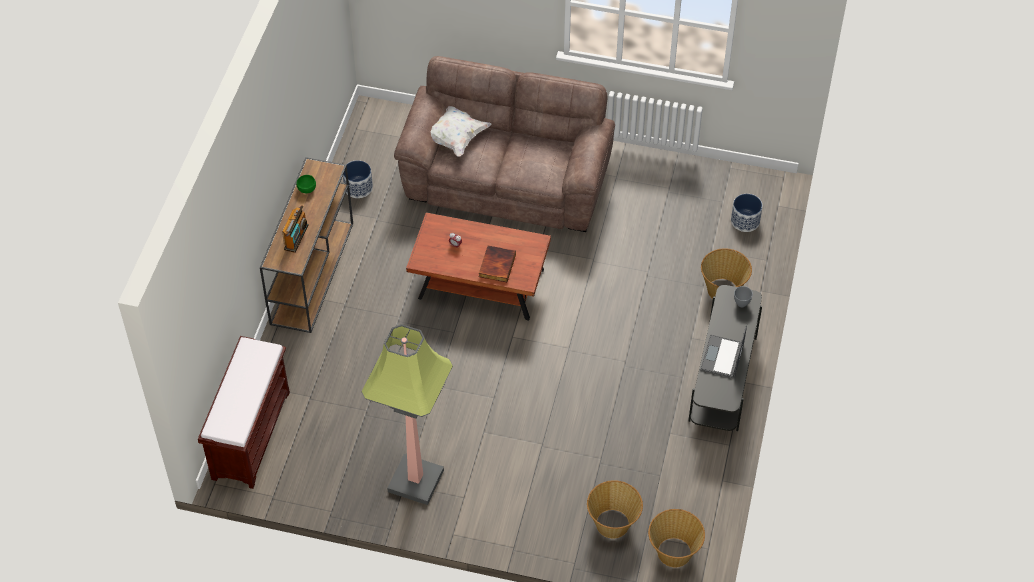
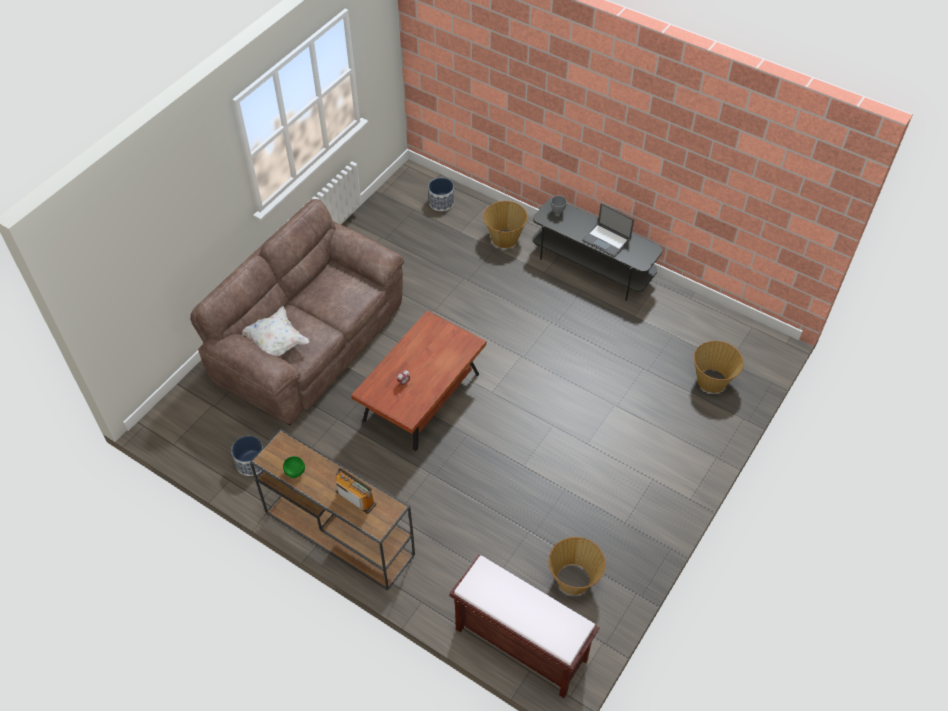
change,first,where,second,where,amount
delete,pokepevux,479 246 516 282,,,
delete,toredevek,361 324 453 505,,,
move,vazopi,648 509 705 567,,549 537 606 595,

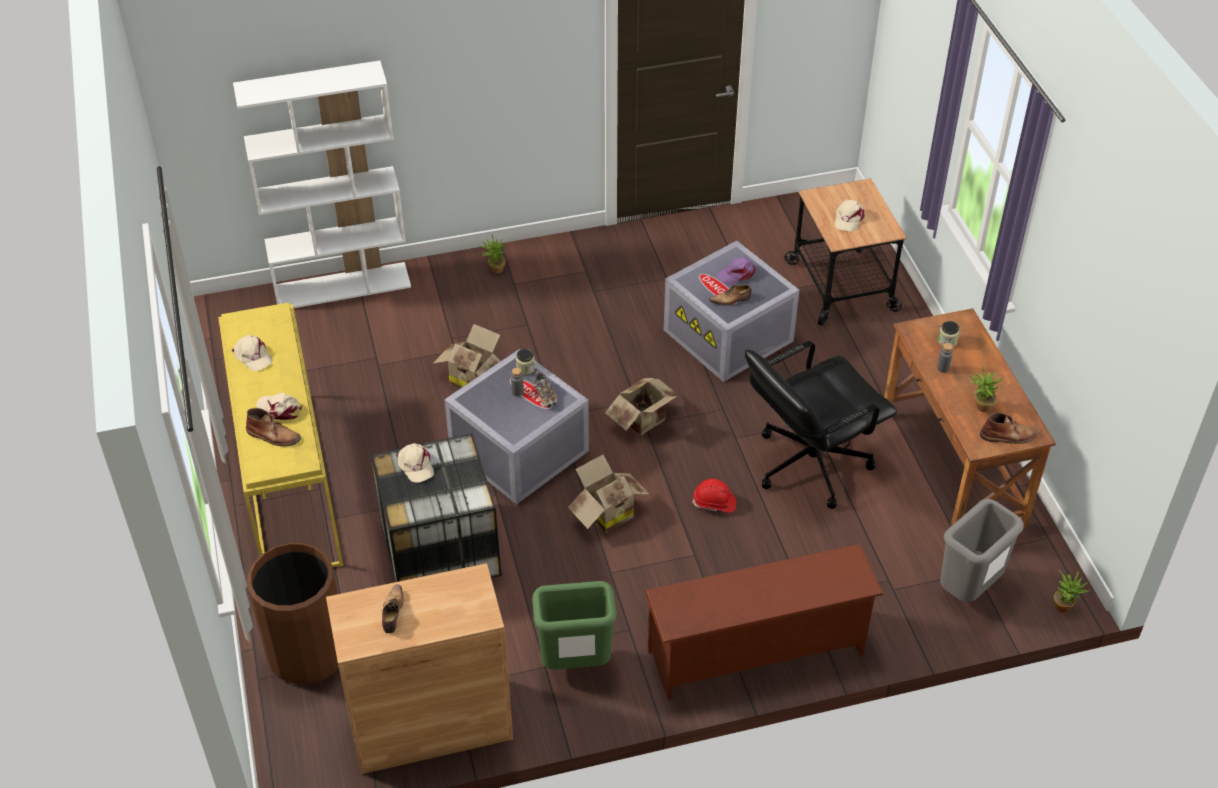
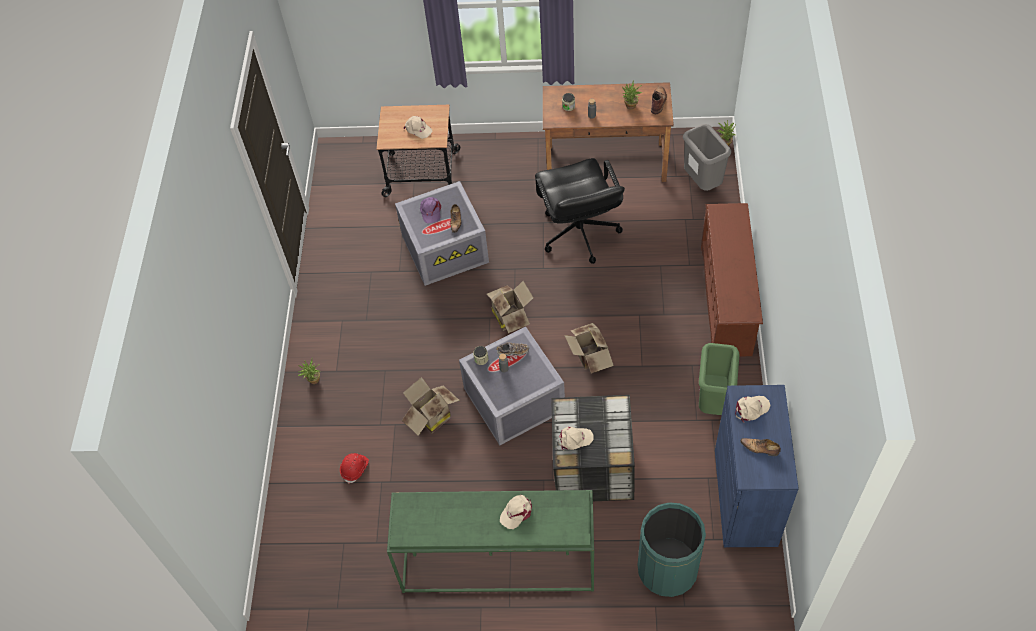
change,first,where,second,where,amount
delete,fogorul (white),233 61 411 308,,,
recolor,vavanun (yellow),218 302 343 567,vavanun (green),387 490 594 593,
move,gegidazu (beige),232 335 273 371,,735 396 771 423,
delete,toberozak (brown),246 408 301 446,,,
move,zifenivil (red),692 479 736 513,,340 453 369 484,
recolor,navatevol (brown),248 543 339 684,navatevol (green),638 502 706 597,
recolor,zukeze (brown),326 563 513 774,zukeze (blue),715 385 799 547,

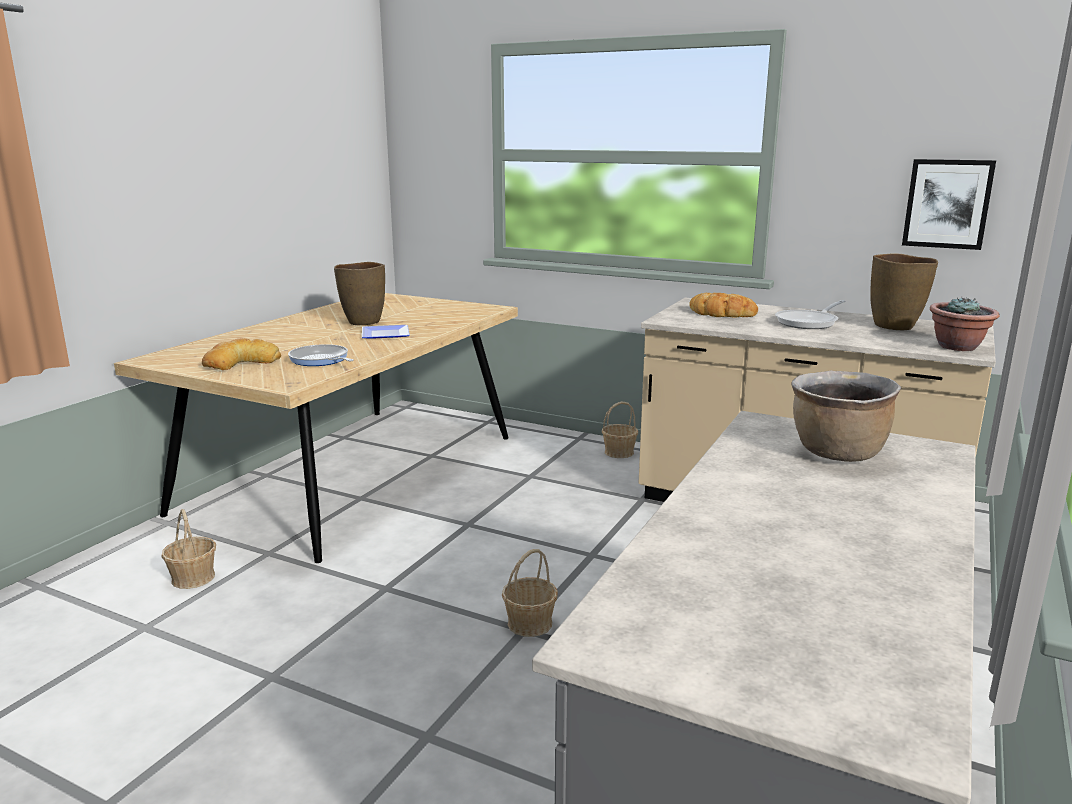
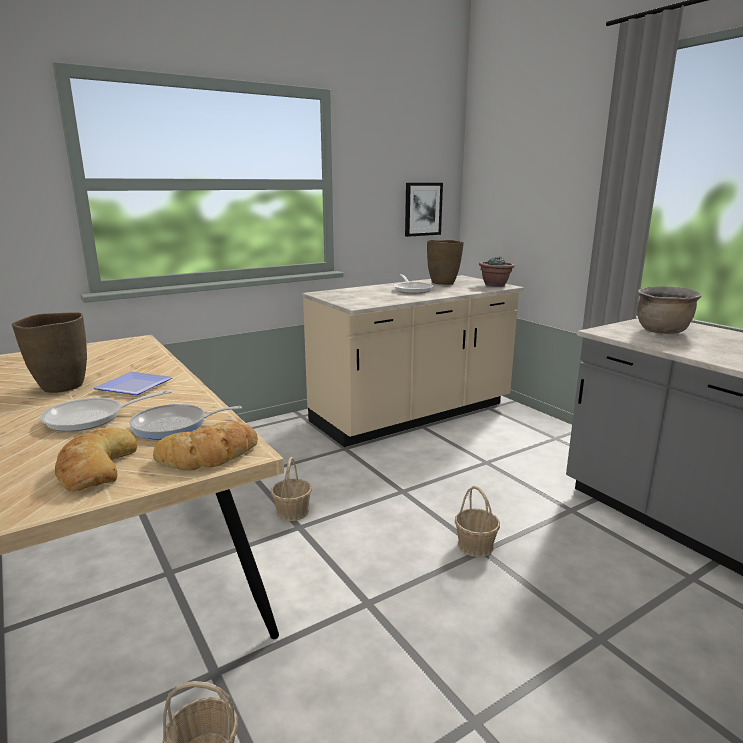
change,first,where,second,where,amount
move,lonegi,689 292 758 318,,153 421 258 470,
move,vazopi,602 402 638 458,,271 457 312 521,
insert,,,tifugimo,40 390 172 432,

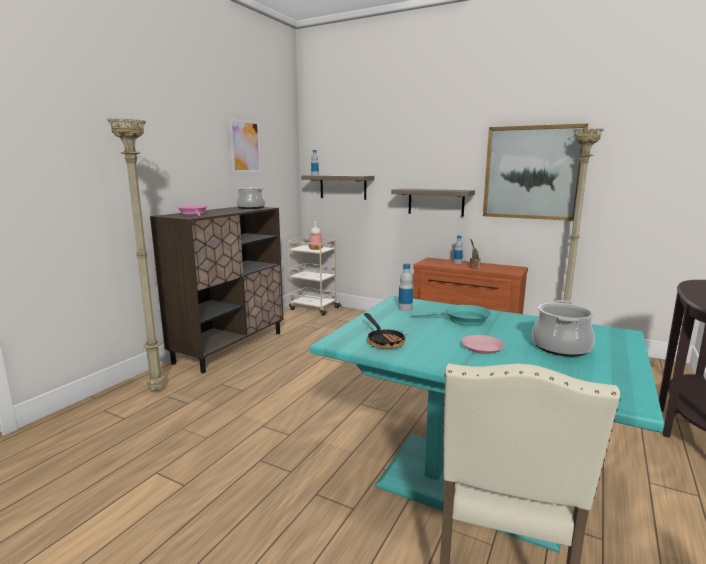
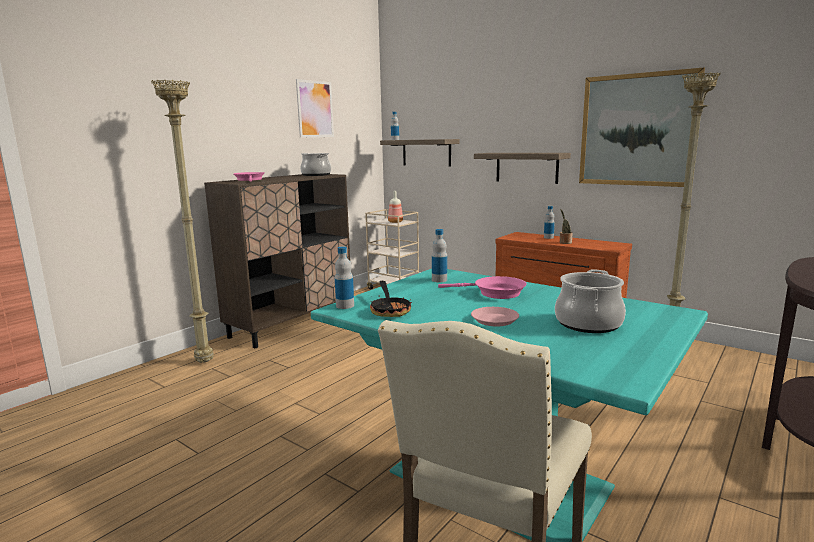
change,first,where,second,where,amount
recolor,tifugimo (turquoise),411 305 491 326,tifugimo (pink),438 276 527 299,
insert,,,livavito,335 246 354 309,

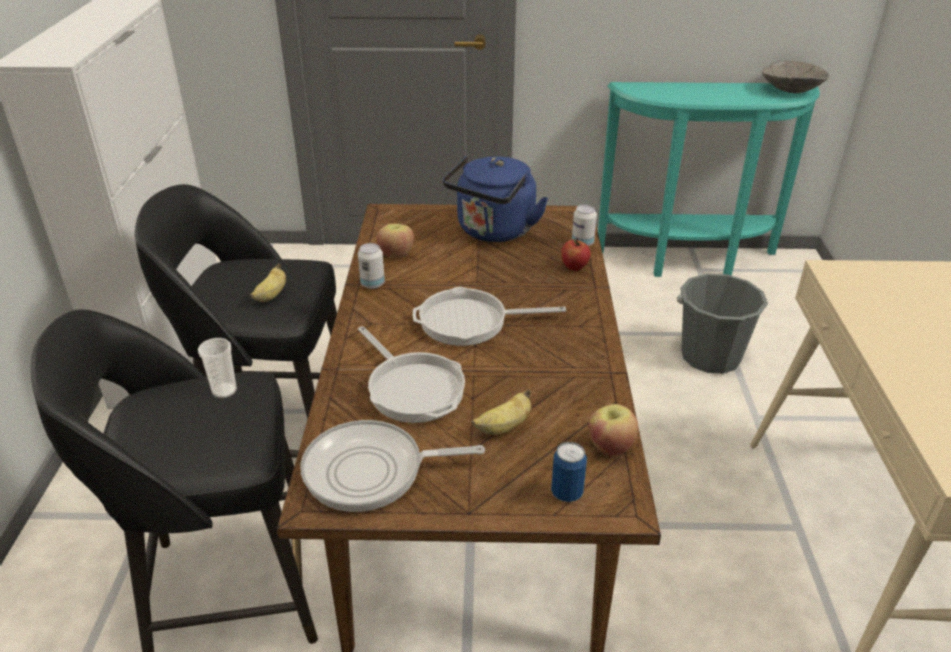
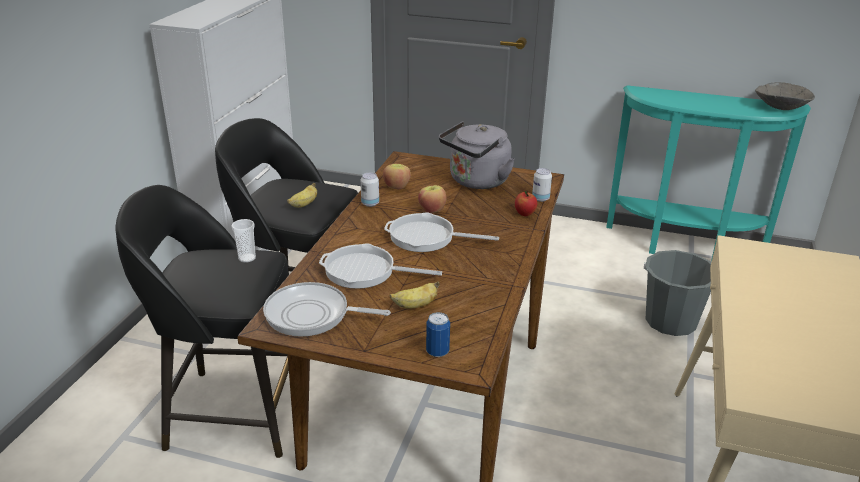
change,first,where,second,where,amount
recolor,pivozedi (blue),443 156 548 242,pivozedi (grey),439 121 515 189,
rotate,tifugimo,358 326 465 423,,319 243 442 289,120 degrees clockwise
move,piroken,589 404 639 456,,418 185 446 213,

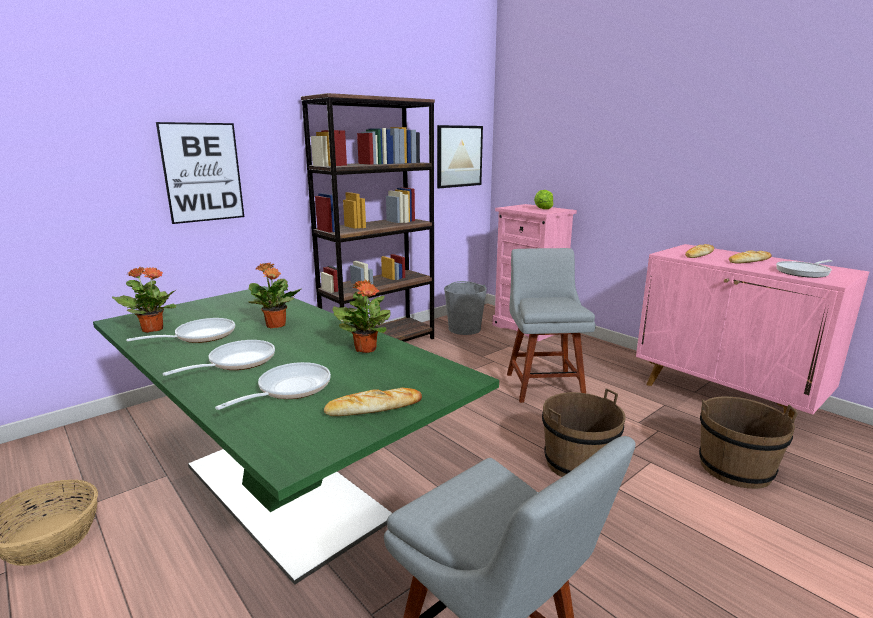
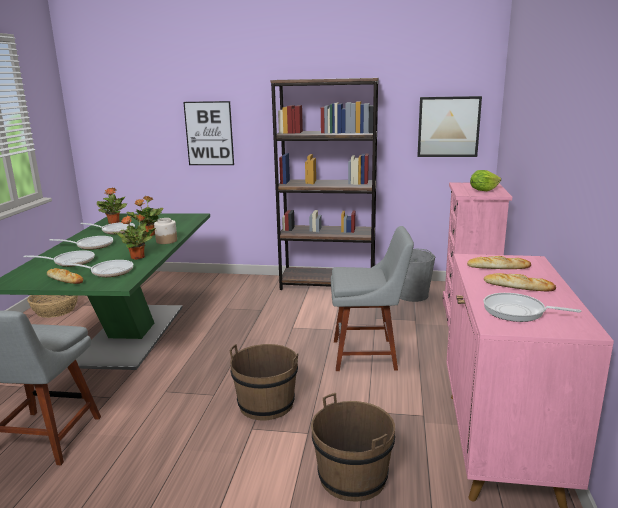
change,first,where,second,where,amount
rotate,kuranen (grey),507 248 596 403,,331 226 414 371,45 degrees clockwise
insert,,,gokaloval,154 218 177 244,
insert,,,tifugimo,62 260 133 277,

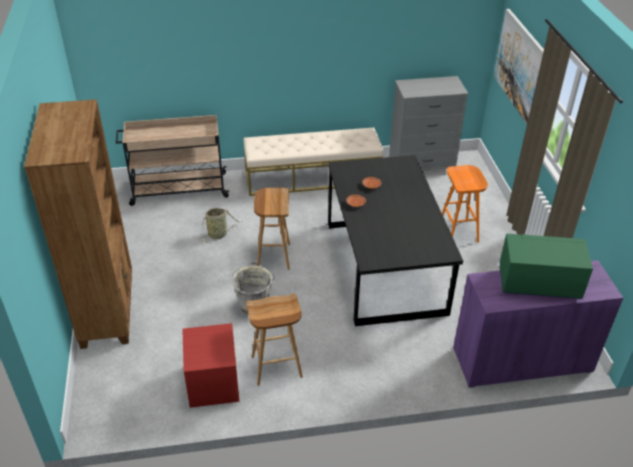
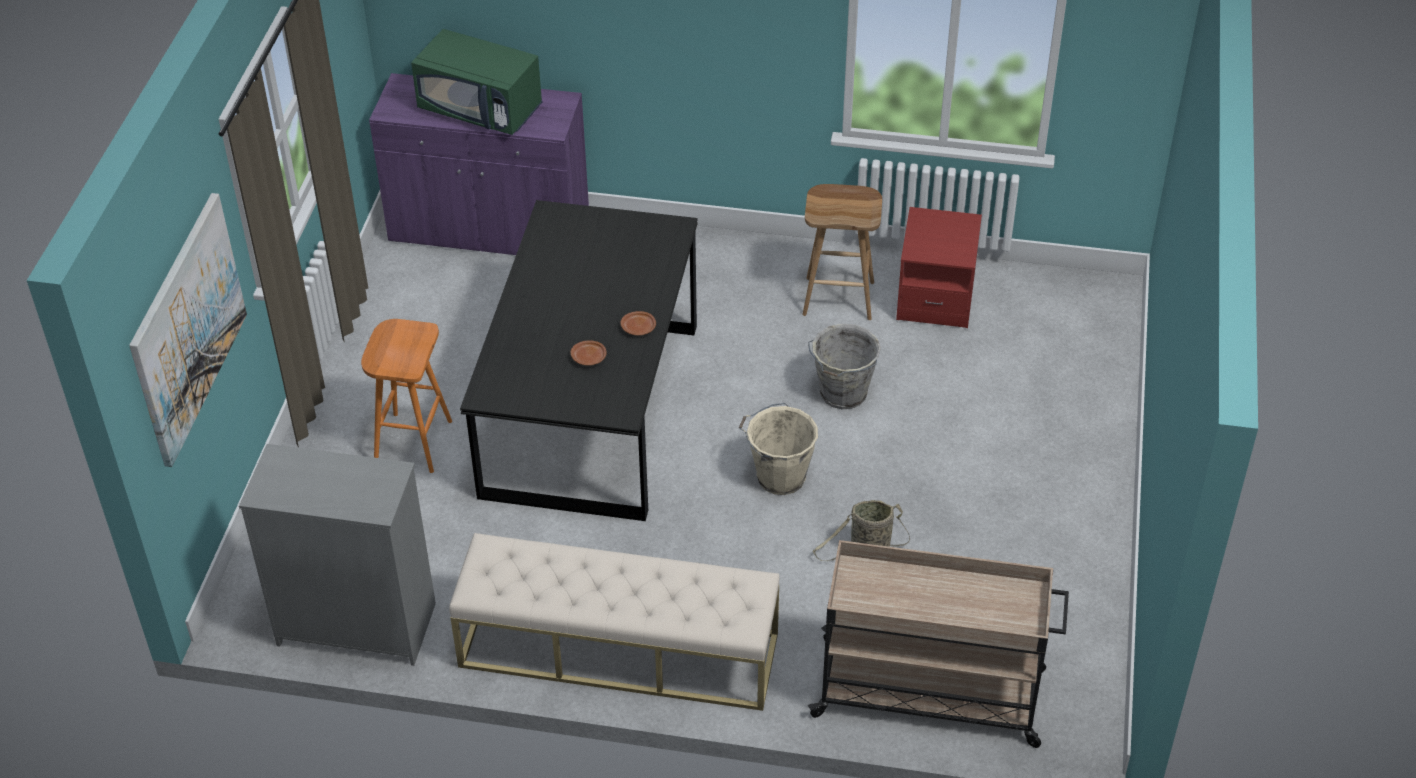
change,first,where,second,where,amount
delete,fogorul (brown),24 99 132 349,,,
replace,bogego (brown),254 188 290 270,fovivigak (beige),739 403 818 495,

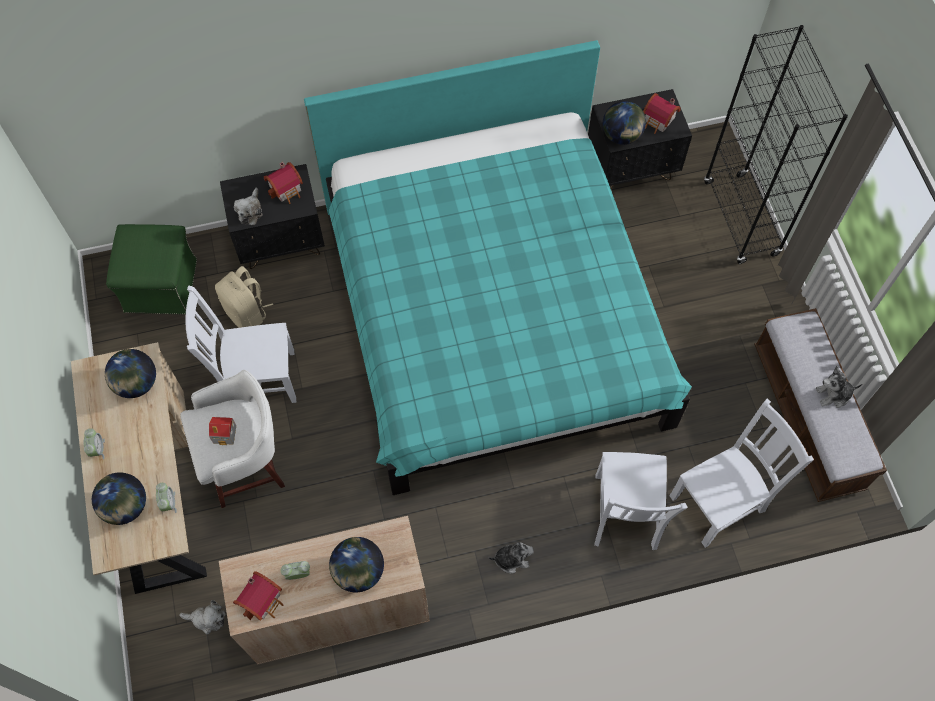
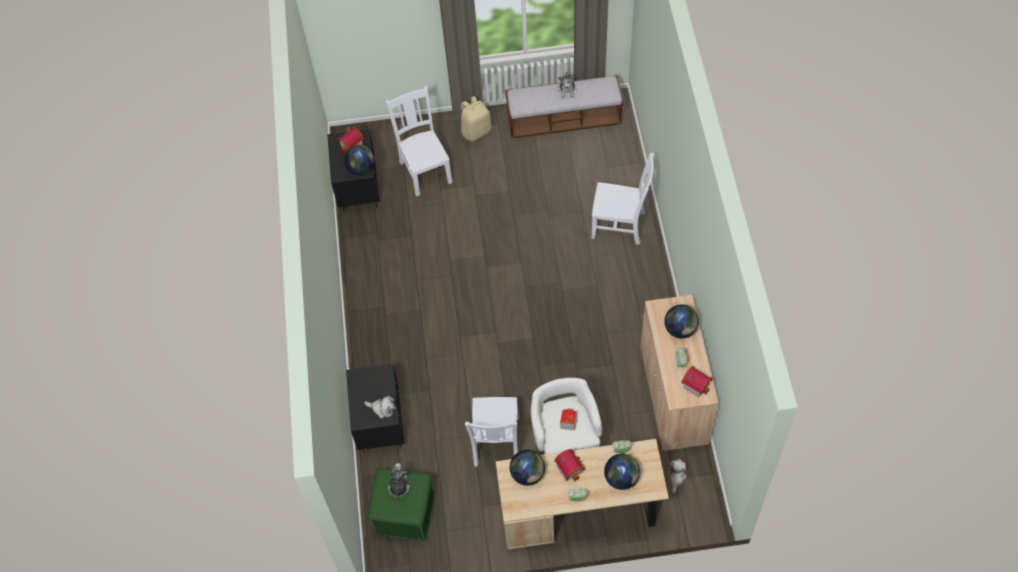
change,first,where,second,where,amount
delete,fogorul (black),704 25 848 264,,,
delete,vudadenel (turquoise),304 40 692 495,,,
move,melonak,264 162 303 204,,554 449 585 481,
move,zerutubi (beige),215 266 273 328,,461 96 492 141,
move,kuranen (white),669 399 814 548,,385 86 453 196,
move,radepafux,488 542 534 573,,388 463 410 499,

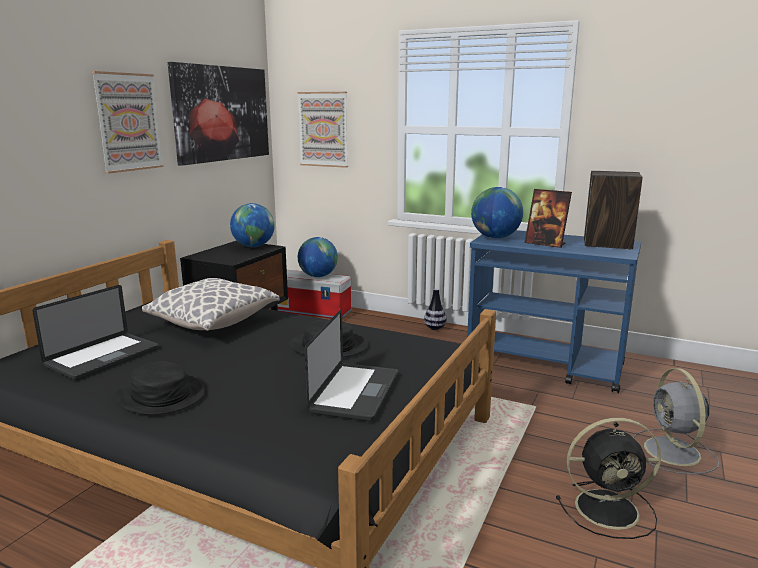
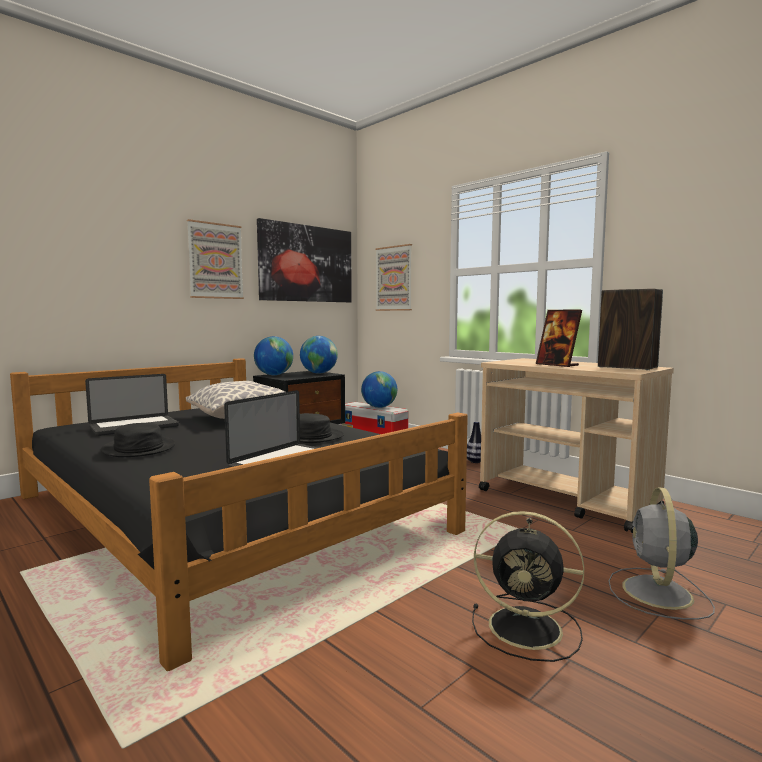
change,first,where,second,where,amount
move,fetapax,471 187 523 239,,254 336 293 375,
recolor,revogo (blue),467 230 641 393,revogo (beige),479 358 674 533,

